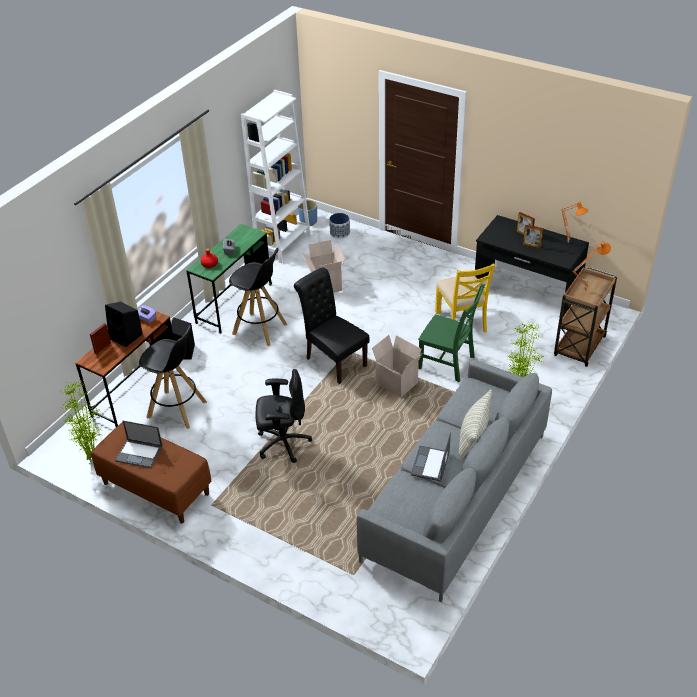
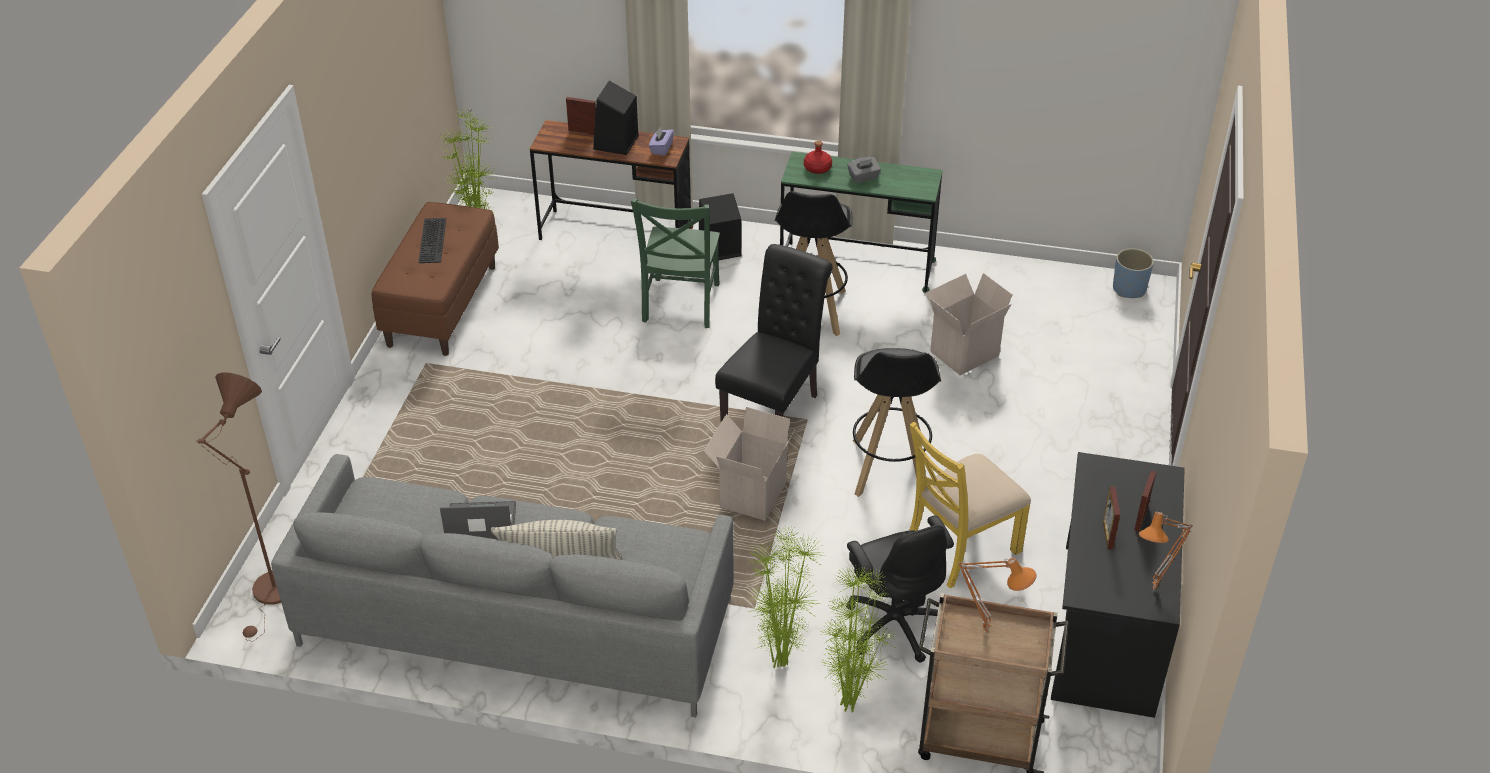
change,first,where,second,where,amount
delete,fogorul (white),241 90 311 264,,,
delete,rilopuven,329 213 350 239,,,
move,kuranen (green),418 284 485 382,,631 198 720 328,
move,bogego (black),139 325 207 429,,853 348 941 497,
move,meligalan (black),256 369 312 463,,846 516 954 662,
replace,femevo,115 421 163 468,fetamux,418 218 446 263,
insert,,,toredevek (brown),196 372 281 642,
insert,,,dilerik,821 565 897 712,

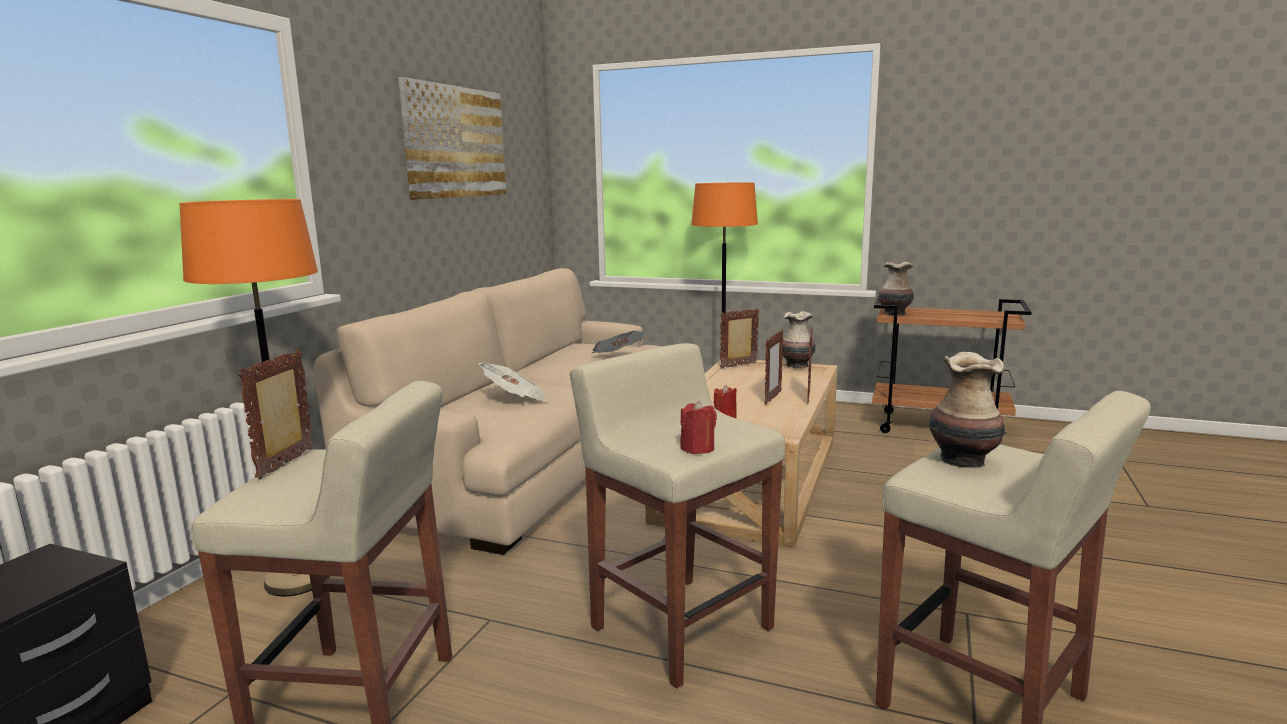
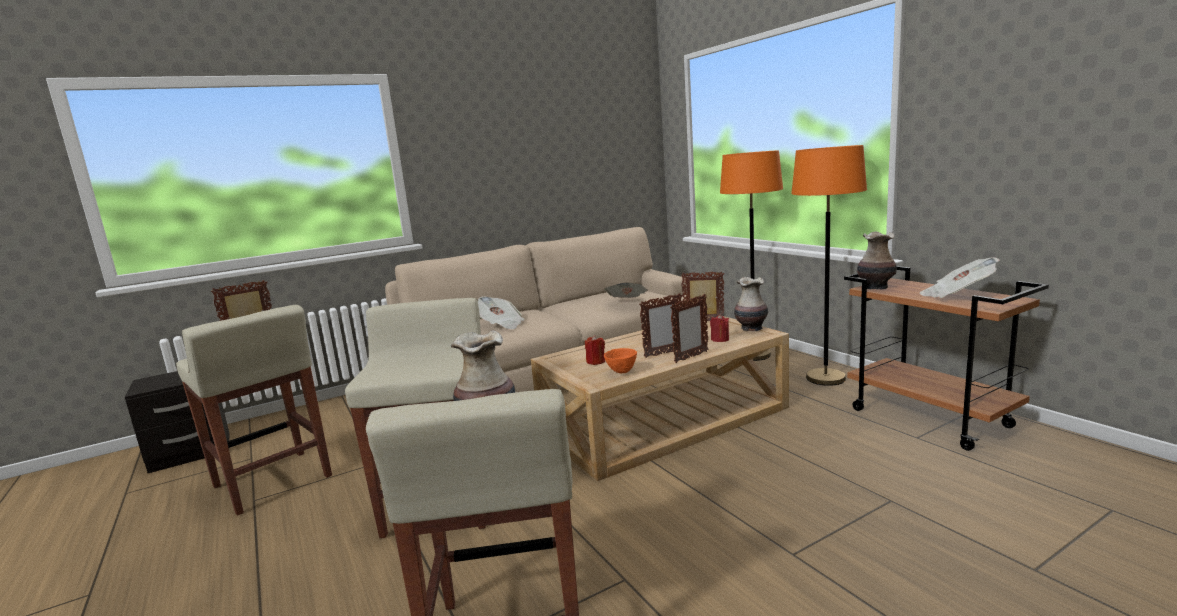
change,first,where,second,where,amount
delete,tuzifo,398 77 506 200,,,
move,toredevek (orange),179 199 330 596,,791 145 867 386,
move,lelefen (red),680 401 717 454,,710 315 729 342,
insert,,,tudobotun,920 257 1000 298,
insert,,,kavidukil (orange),604 348 637 373,

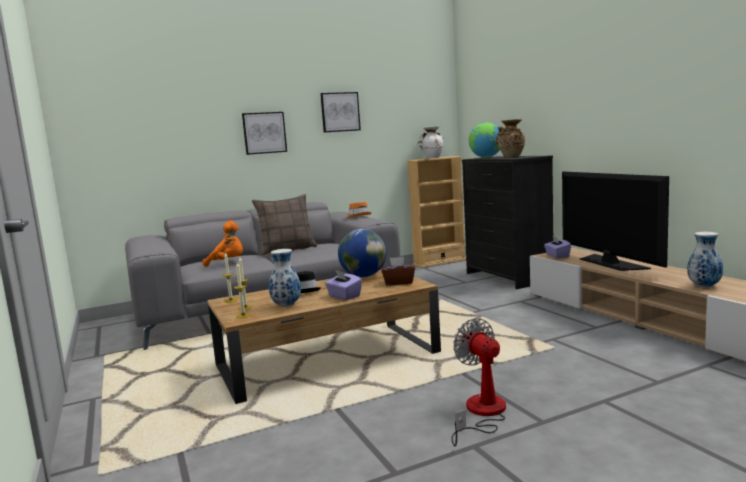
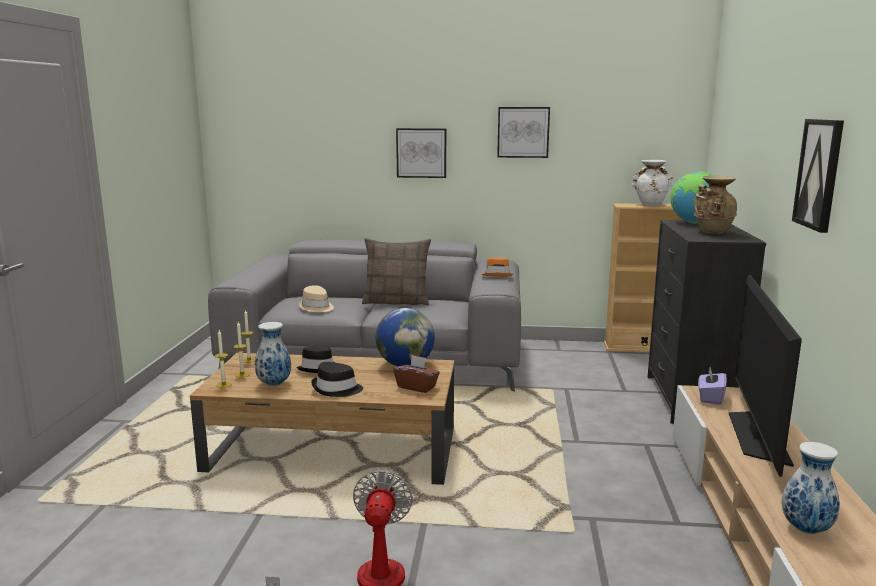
change,first,where,second,where,amount
replace,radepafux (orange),203 220 243 267,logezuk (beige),298 285 334 312,
replace,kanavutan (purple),325 270 362 300,logezuk (black),311 362 363 397,
insert,,,tuzifo,792 119 844 233,

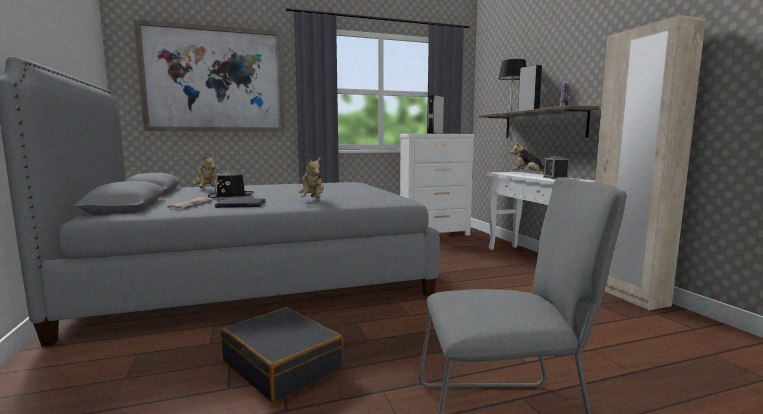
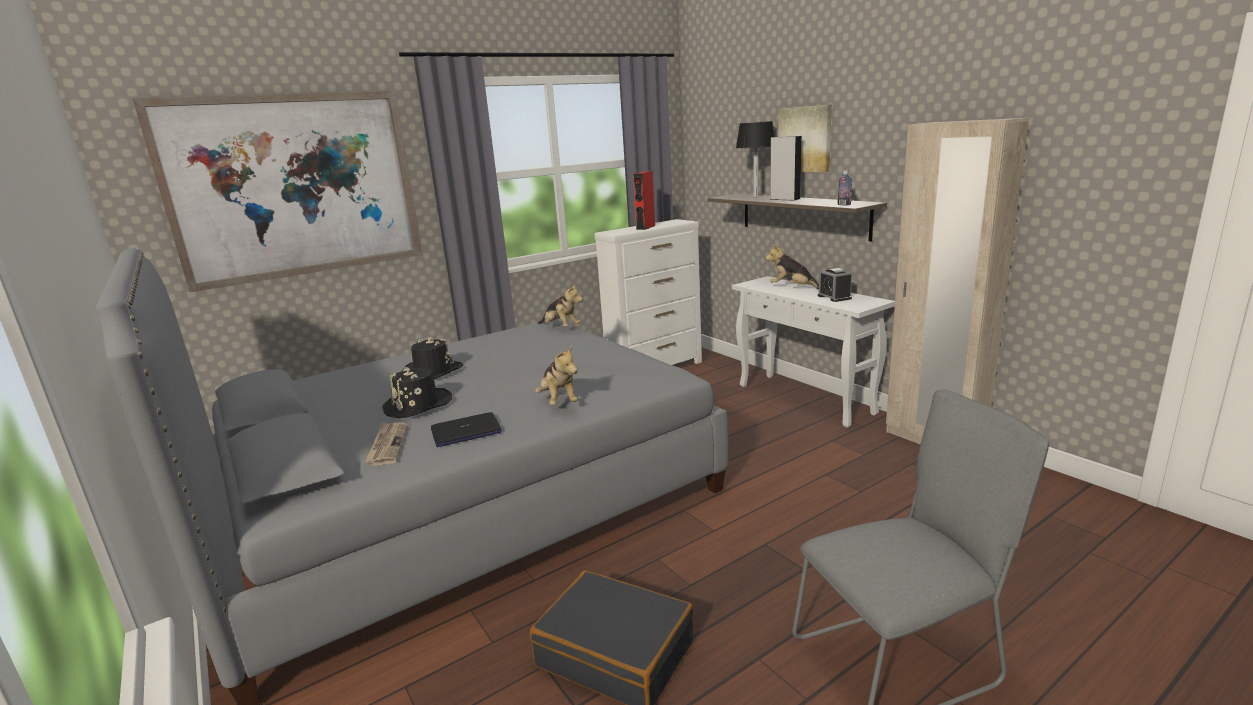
change,first,where,second,where,amount
recolor,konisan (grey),428 95 444 134,konisan (red),633 171 655 230,
move,radepafux,193 155 216 188,,538 283 583 327,
insert,,,tuzifo,778 104 832 172,
insert,,,logezuk (black),403 337 463 379,

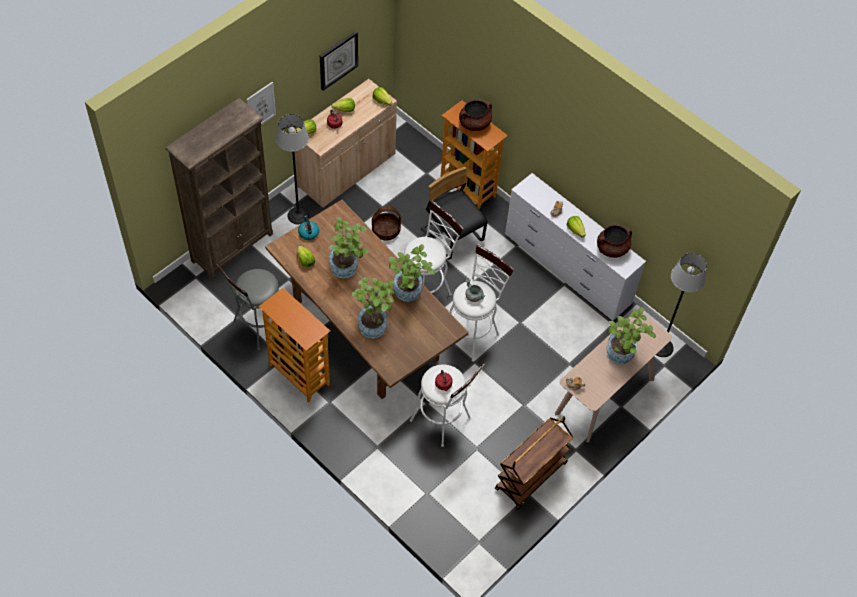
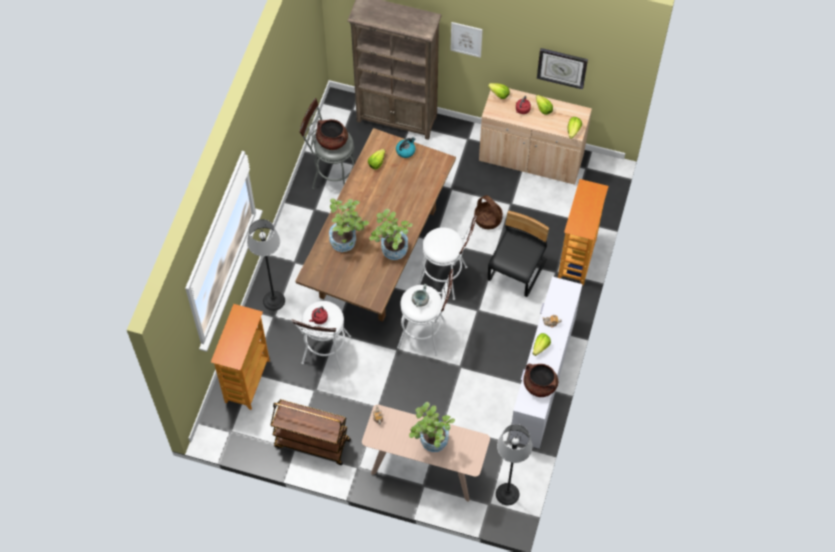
change,first,where,second,where,amount
move,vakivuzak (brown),459 100 492 131,,316 119 348 150,
move,toredevek,276 114 309 224,,247 219 285 311,
delete,dilerik,329 217 369 278,,,
move,fogorul,258 288 330 403,,211 304 270 410,

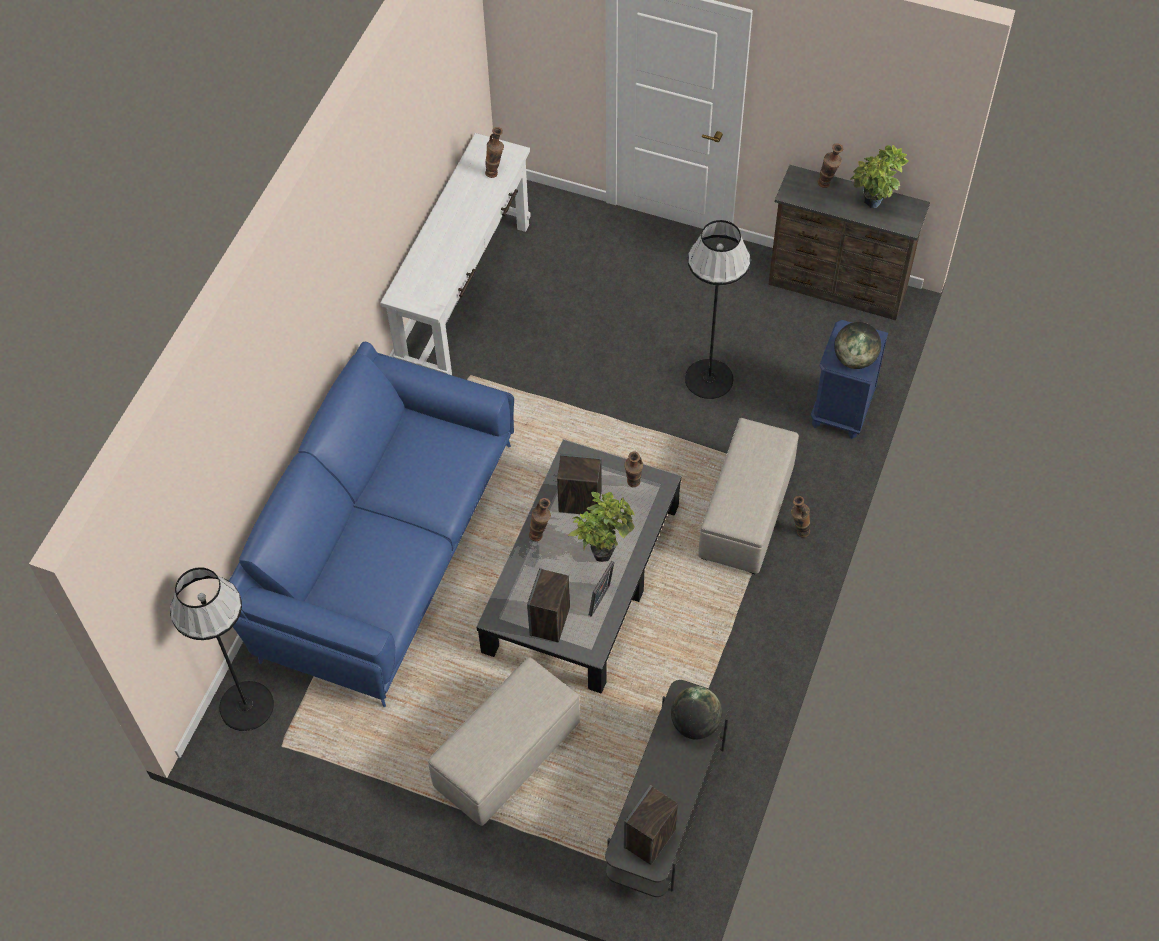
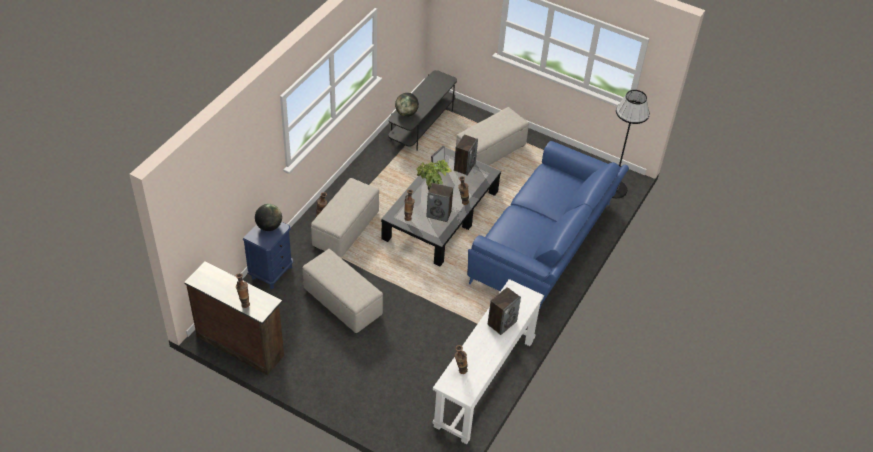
change,first,where,second,where,amount
delete,dilerik,850 145 908 208,,,
replace,toredevek (black),685 220 751 399,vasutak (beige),303 249 383 334,
move,konisan,624 785 678 865,,487 287 521 335,

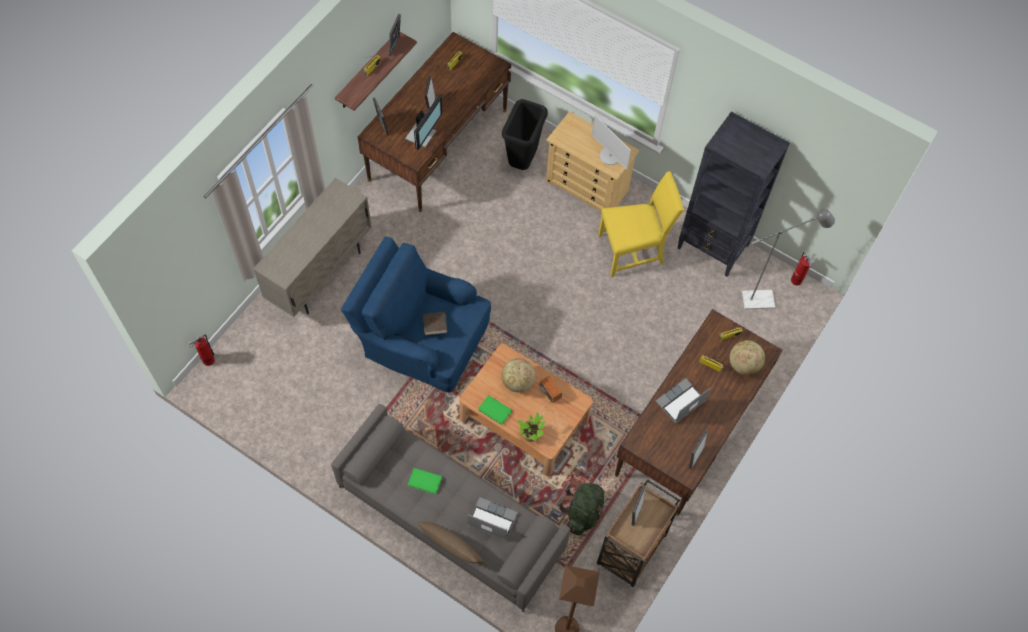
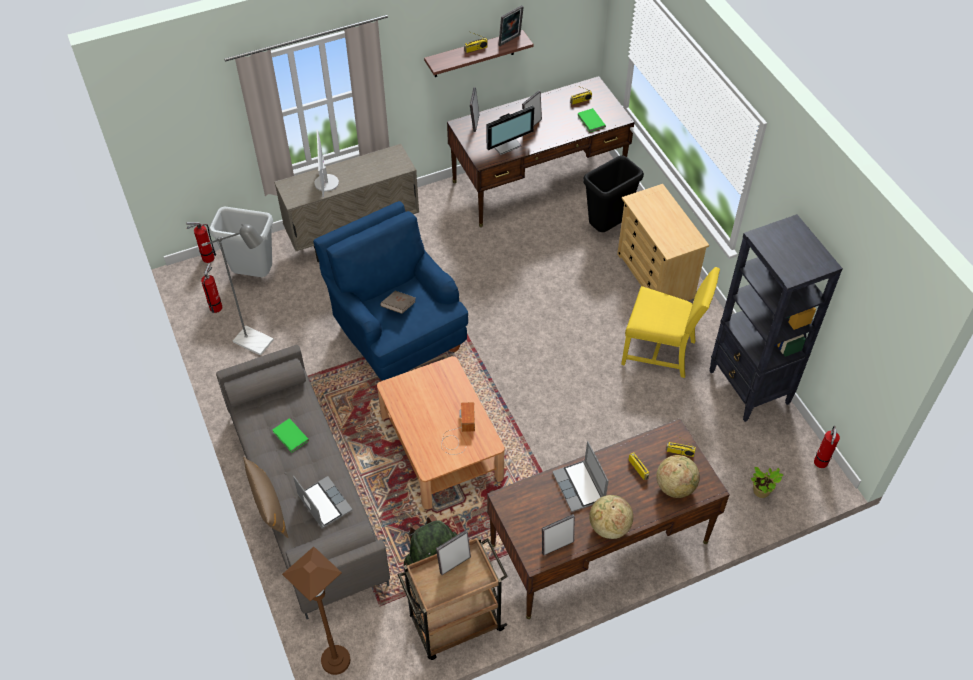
change,first,where,second,where,amount
move,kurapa,592 115 631 170,,314 130 339 197,
move,toredevek (grey),742 209 835 310,,202 224 274 356,
move,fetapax,501 358 536 392,,589 495 633 539,
rotate,femevo,656 378 711 424,,552 441 609 512,105 degrees counterclockwise
move,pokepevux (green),478 395 512 425,,577 108 606 132,
move,dilerik,518 412 545 442,,751 467 783 498,
insert,,,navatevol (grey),209 207 273 277,
insert,,,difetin,201 263 222 313,

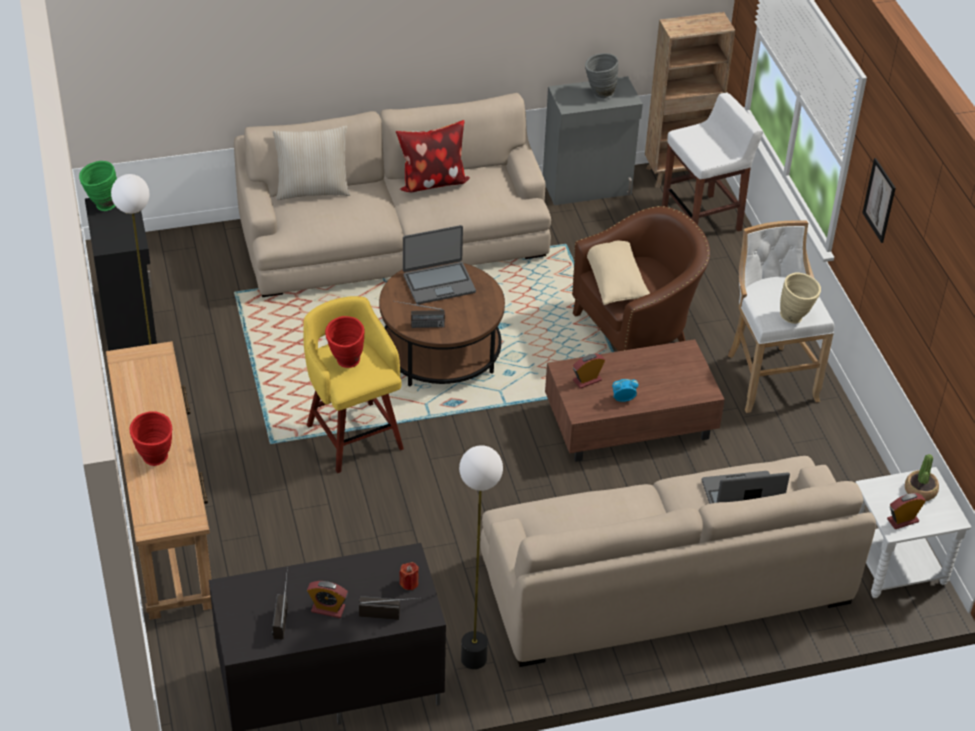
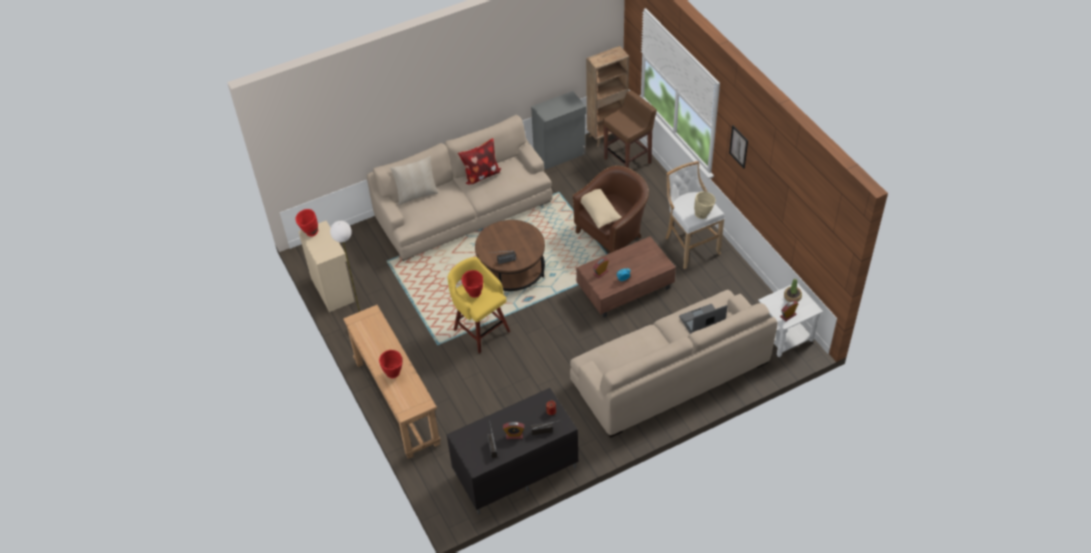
change,first,where,second,where,amount
delete,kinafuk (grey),585 53 618 100,,,
recolor,bogego (white),662 93 763 231,bogego (brown),603 91 657 168,
recolor,kinafuk (green),79 161 117 211,kinafuk (red),295 209 318 237,
recolor,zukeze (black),85 198 157 351,zukeze (beige),298 221 355 312,
delete,femevo,403 225 476 304,,,
delete,toredevek,459 445 503 669,,,

